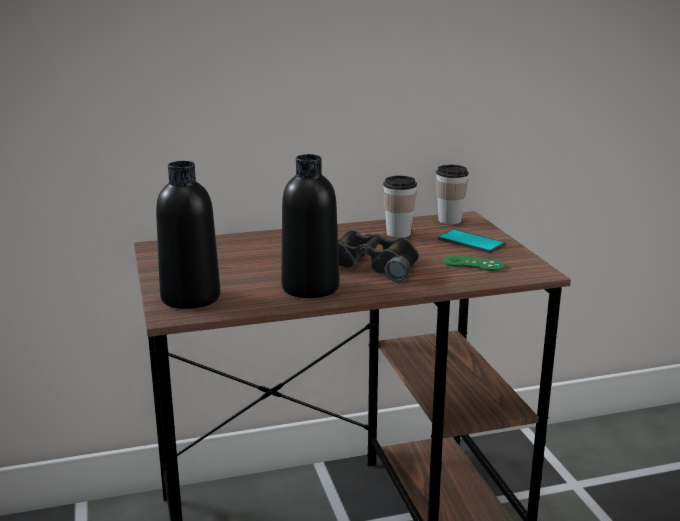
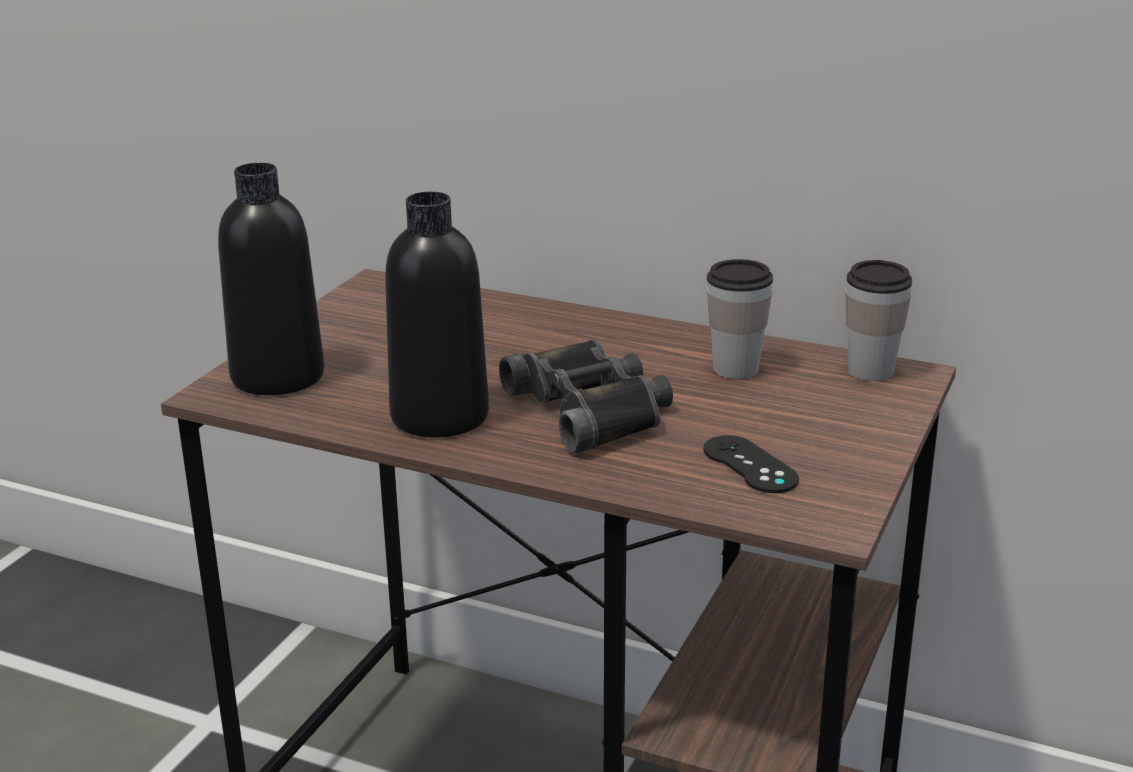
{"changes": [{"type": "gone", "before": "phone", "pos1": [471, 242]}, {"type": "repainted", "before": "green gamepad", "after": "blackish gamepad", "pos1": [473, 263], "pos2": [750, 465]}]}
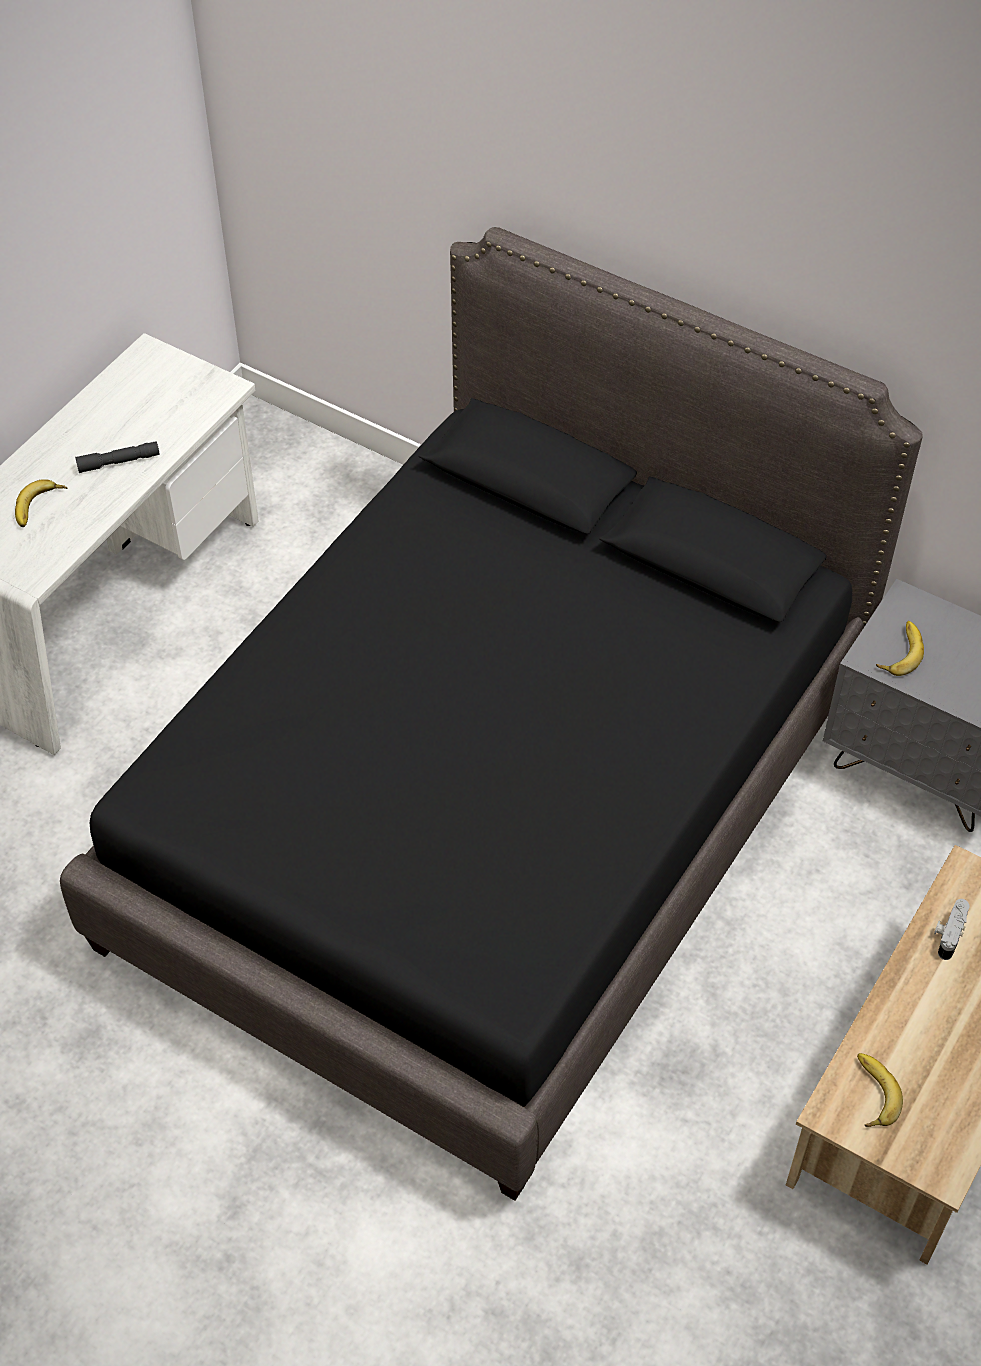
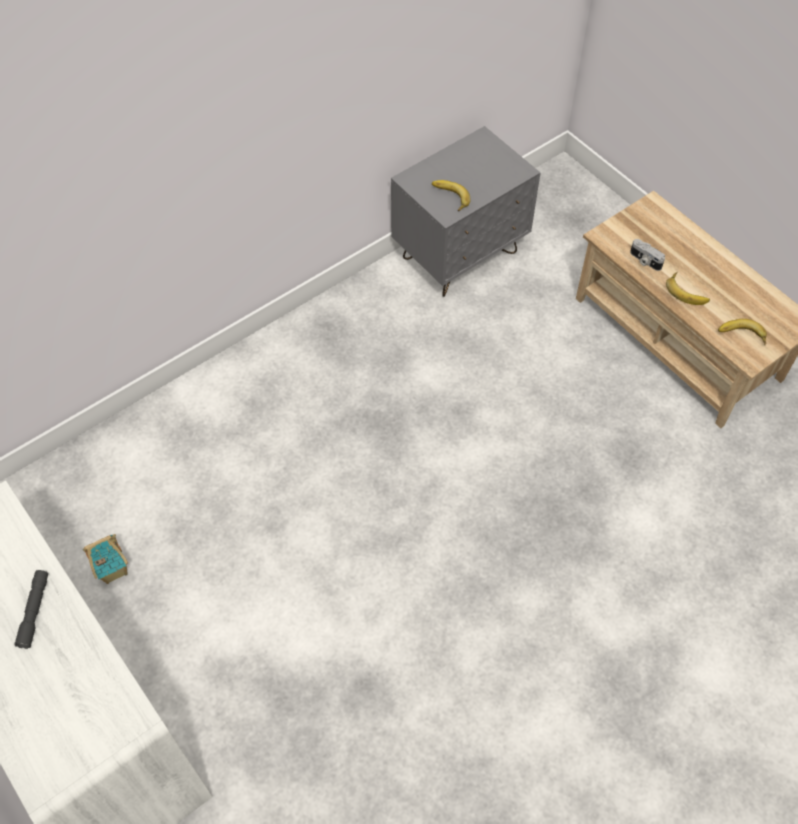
{"changes": [{"type": "gone", "before": "blackish sleeping bed", "pos1": [491, 812]}, {"type": "shifted", "before": "banana", "pos1": [40, 507], "pos2": [687, 291]}, {"type": "new", "after": "model house", "pos2": [112, 570]}]}
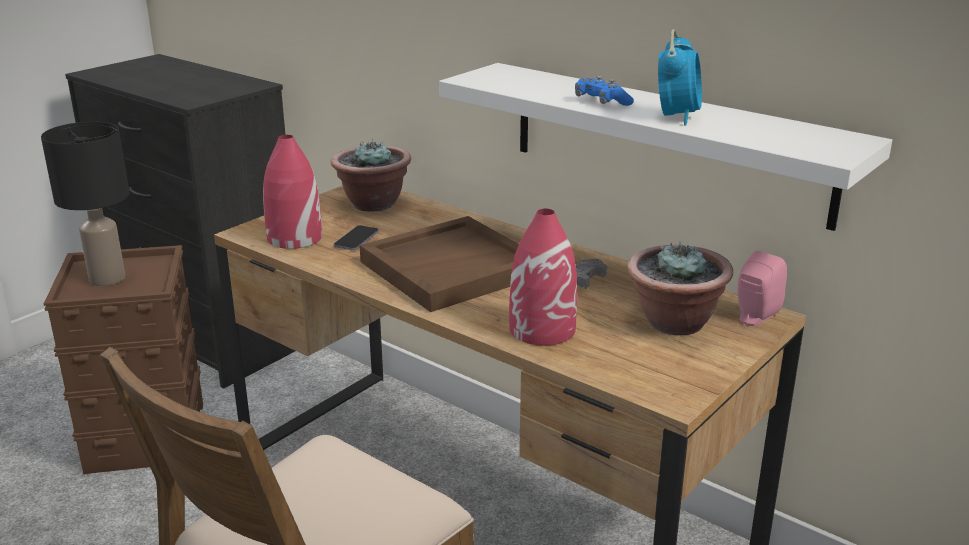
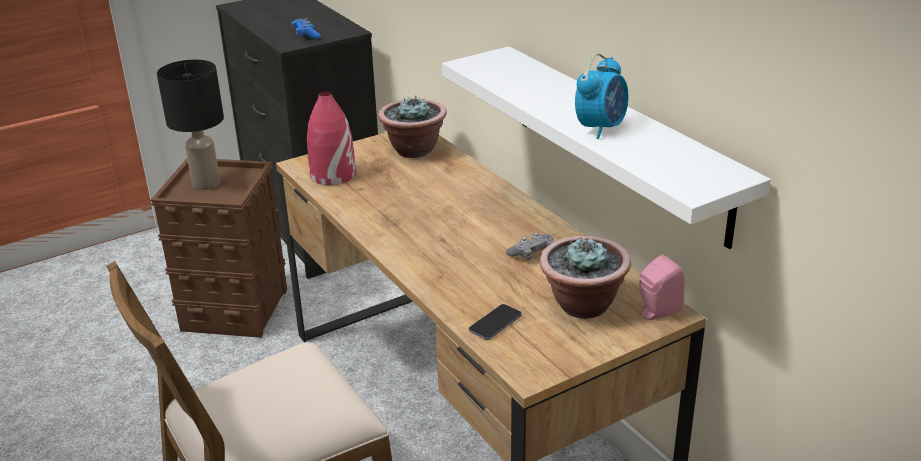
{"changes": [{"type": "shifted", "before": "bluish gamepad", "pos1": [601, 102], "pos2": [306, 35]}, {"type": "gone", "before": "red decorative vase", "pos1": [542, 329]}, {"type": "gone", "before": "brown-coloured tray", "pos1": [451, 267]}, {"type": "shifted", "before": "phone", "pos1": [356, 240], "pos2": [495, 323]}]}
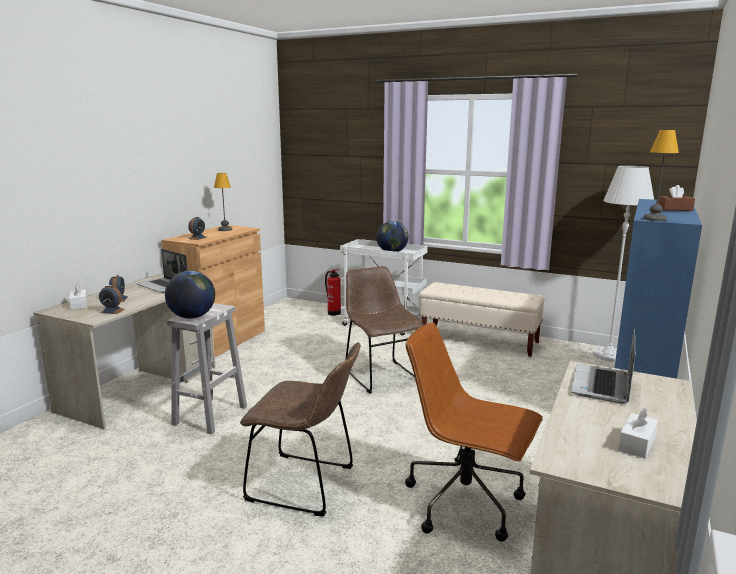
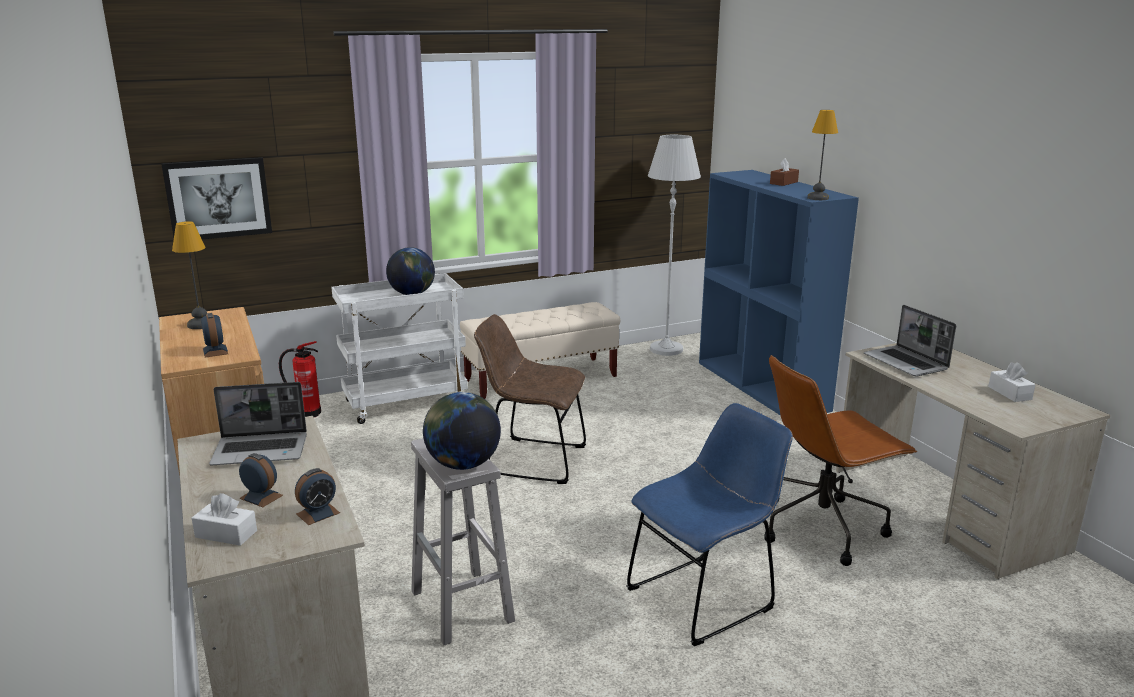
{"changes": [{"type": "repainted", "before": "brown-coloured upright chair", "after": "bluish upright chair", "pos1": [306, 485], "pos2": [705, 596]}, {"type": "new", "after": "wall picture", "pos2": [218, 198]}]}
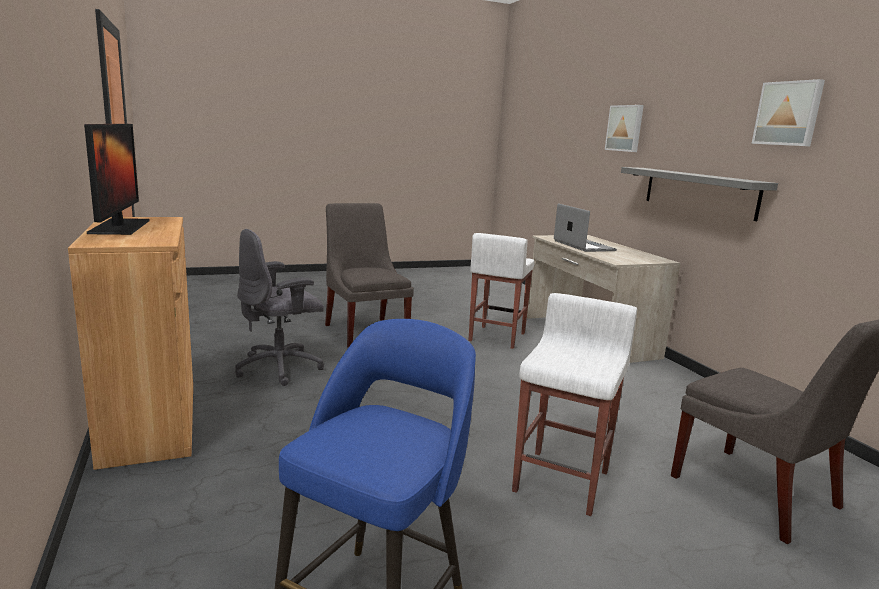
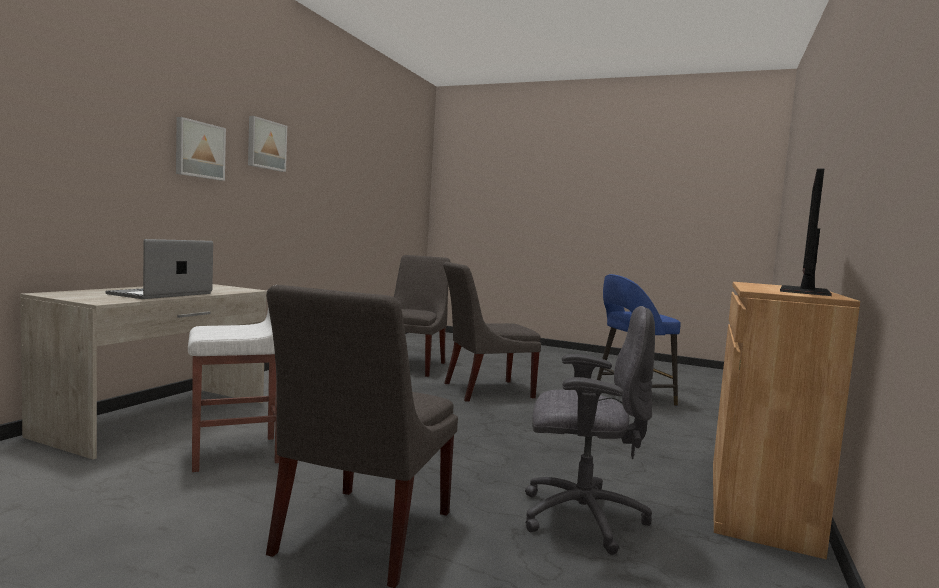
{"changes": [{"type": "shifted", "before": "wall picture", "pos1": [625, 128], "pos2": [199, 150]}, {"type": "gone", "before": "gray wall shelf", "pos1": [699, 192]}, {"type": "swapped", "before": "whitish stool seat", "after": "gray upright chair", "pos1": [562, 480], "pos2": [483, 390]}]}
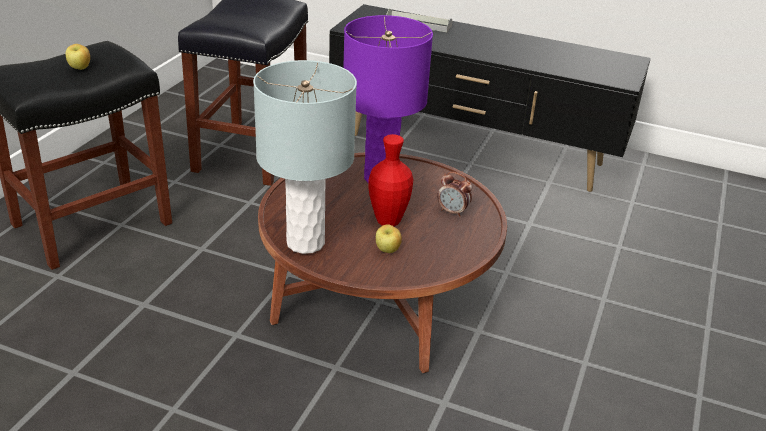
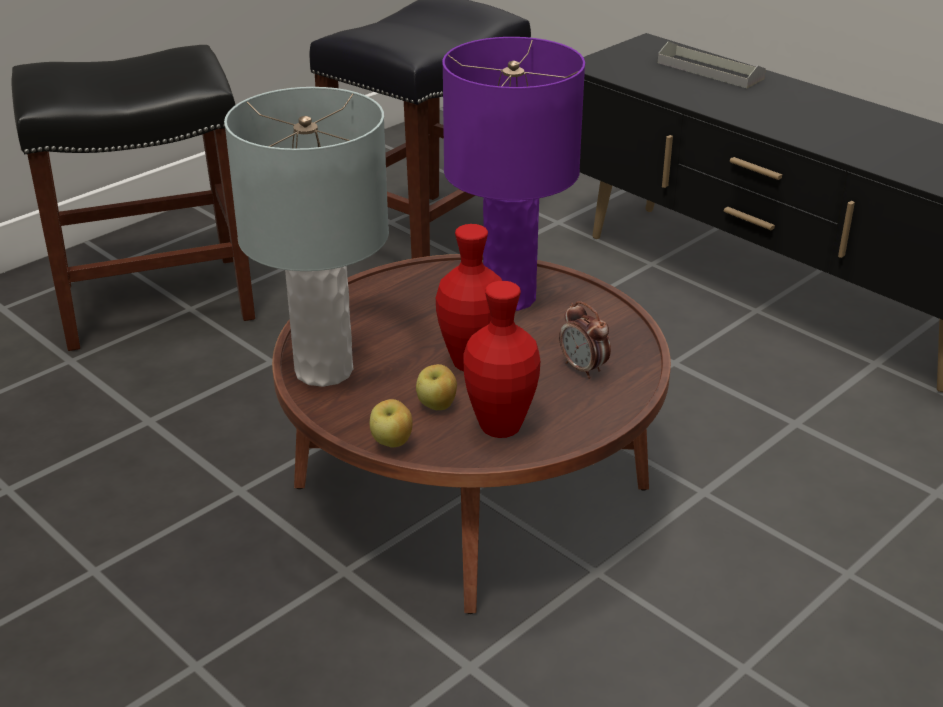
{"changes": [{"type": "shifted", "before": "apple", "pos1": [80, 68], "pos2": [392, 442]}, {"type": "new", "after": "red decorative vase", "pos2": [500, 427]}]}
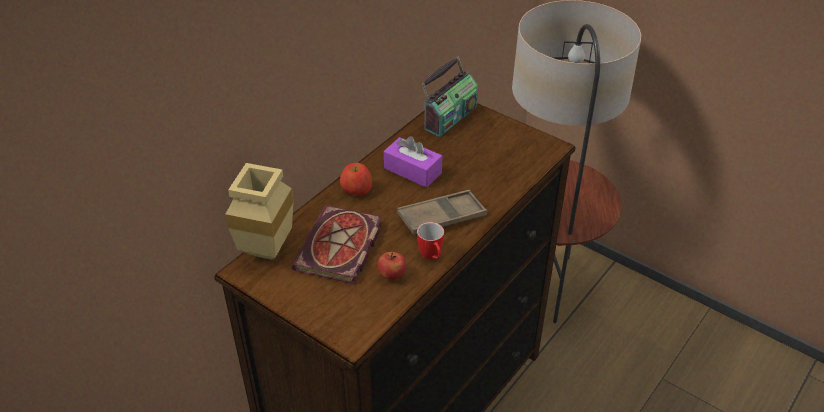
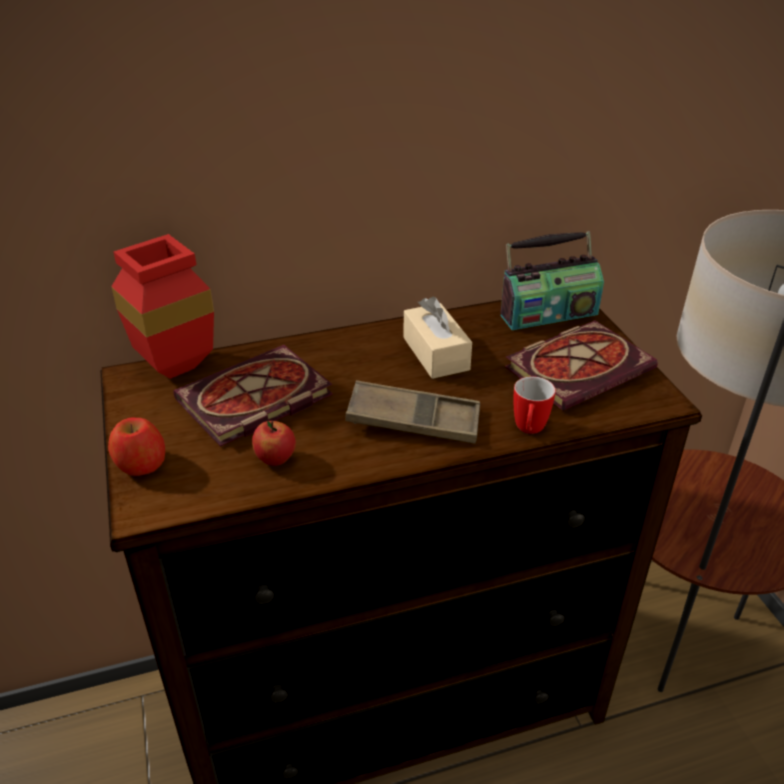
{"changes": [{"type": "repainted", "before": "purplish box of tissues", "after": "sand-coloured box of tissues", "pos1": [412, 170], "pos2": [436, 353]}, {"type": "repainted", "before": "sand-coloured decorative vase", "after": "red decorative vase", "pos1": [266, 248], "pos2": [178, 365]}, {"type": "shifted", "before": "apple", "pos1": [356, 189], "pos2": [141, 463]}, {"type": "shifted", "before": "coffee mug", "pos1": [432, 257], "pos2": [528, 431]}, {"type": "new", "after": "book", "pos2": [580, 367]}]}
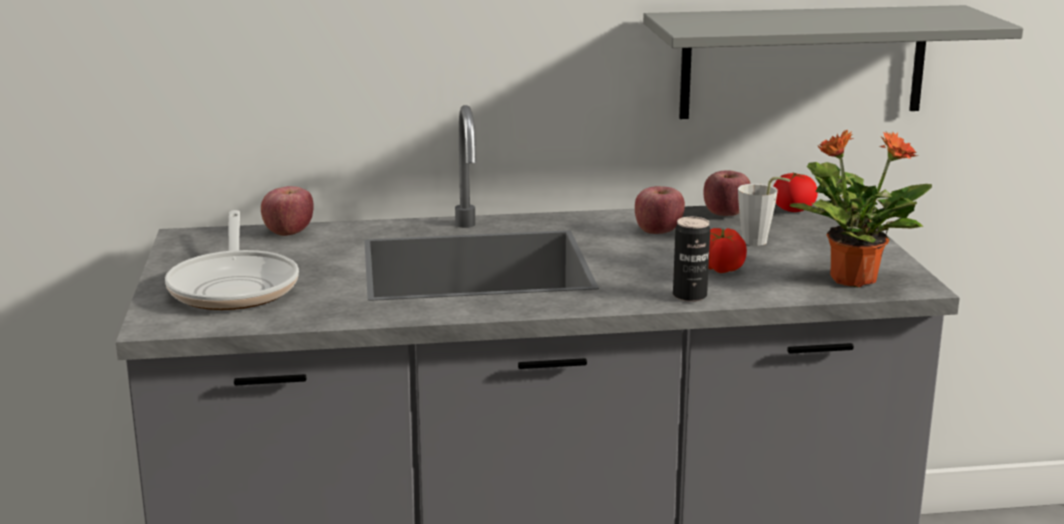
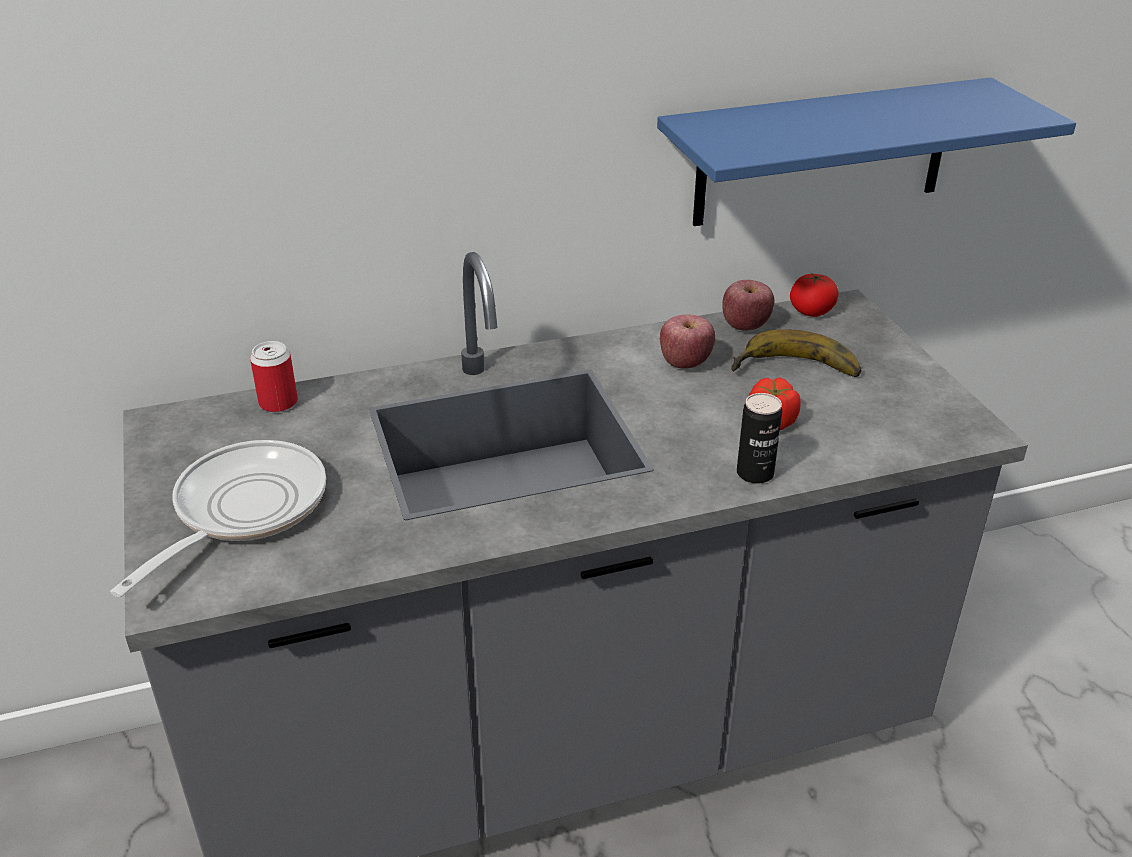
{"changes": [{"type": "repainted", "before": "gray wall shelf", "after": "bluish wall shelf", "pos1": [803, 62], "pos2": [823, 153]}, {"type": "gone", "before": "potted plant", "pos1": [851, 278]}, {"type": "swapped", "before": "gray drinking cup", "after": "banana", "pos1": [759, 243], "pos2": [796, 372]}, {"type": "swapped", "before": "apple", "after": "metal can", "pos1": [289, 232], "pos2": [278, 403]}, {"type": "rotated", "before": "frying pan", "pos1": [235, 286], "pos2": [242, 510], "turn": -135}]}
